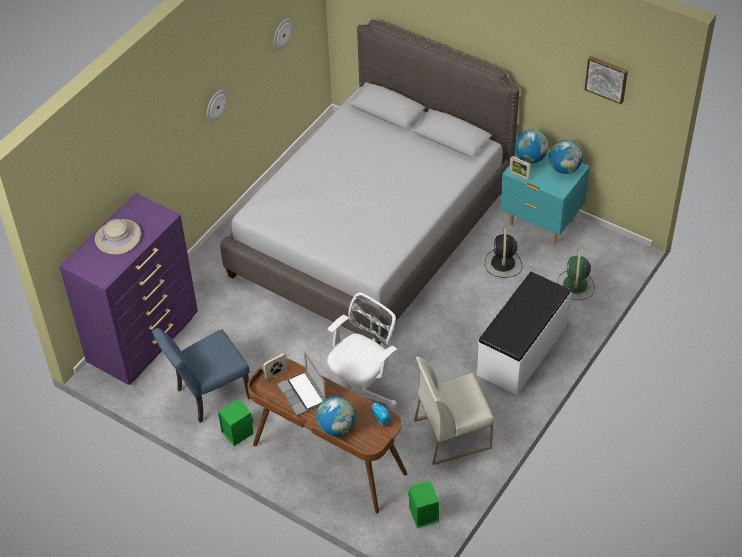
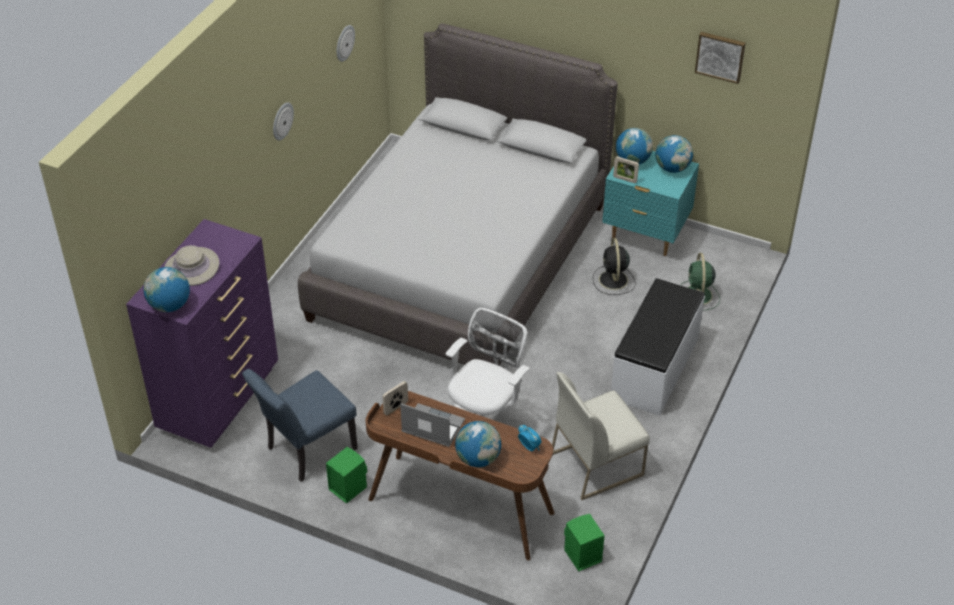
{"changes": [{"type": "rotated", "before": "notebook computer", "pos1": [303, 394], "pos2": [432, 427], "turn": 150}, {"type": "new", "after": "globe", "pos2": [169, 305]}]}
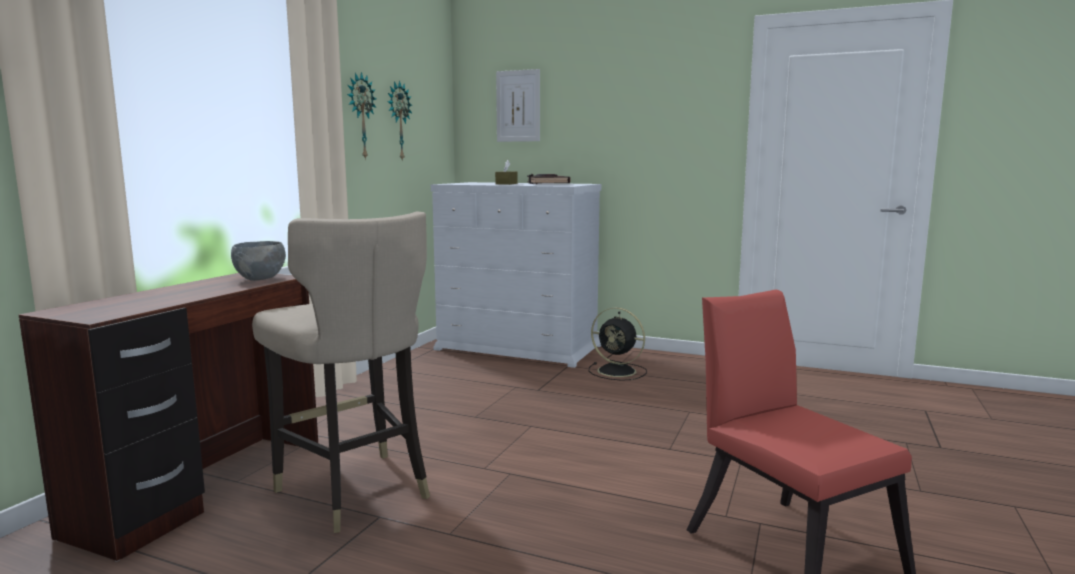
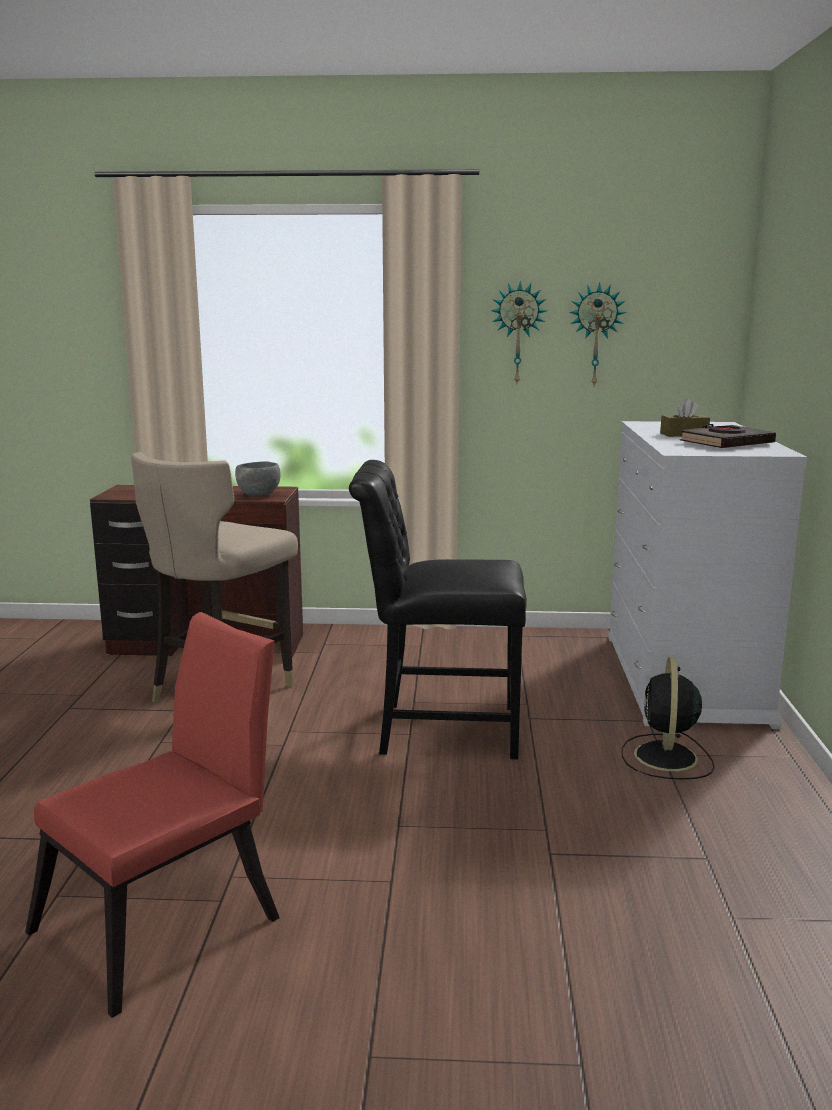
{"changes": [{"type": "gone", "before": "wall picture", "pos1": [518, 106]}, {"type": "new", "after": "blackish upright chair", "pos2": [439, 729]}]}
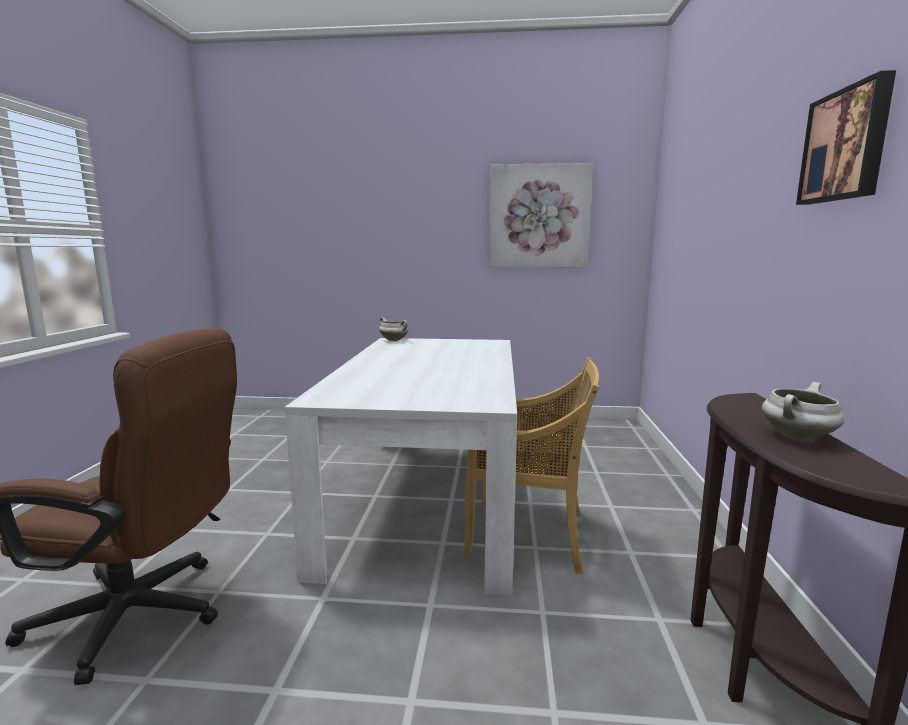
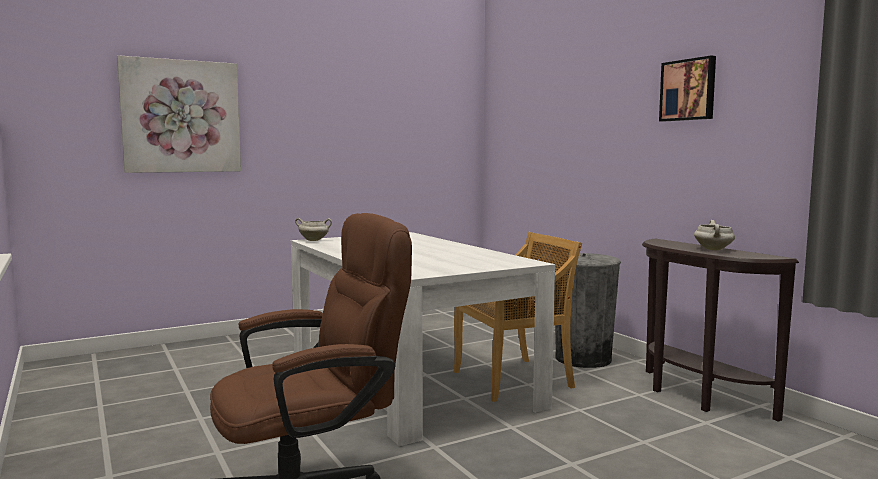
{"changes": [{"type": "shifted", "before": "wall picture", "pos1": [539, 216], "pos2": [181, 116]}, {"type": "new", "after": "gray trash can", "pos2": [583, 358]}]}
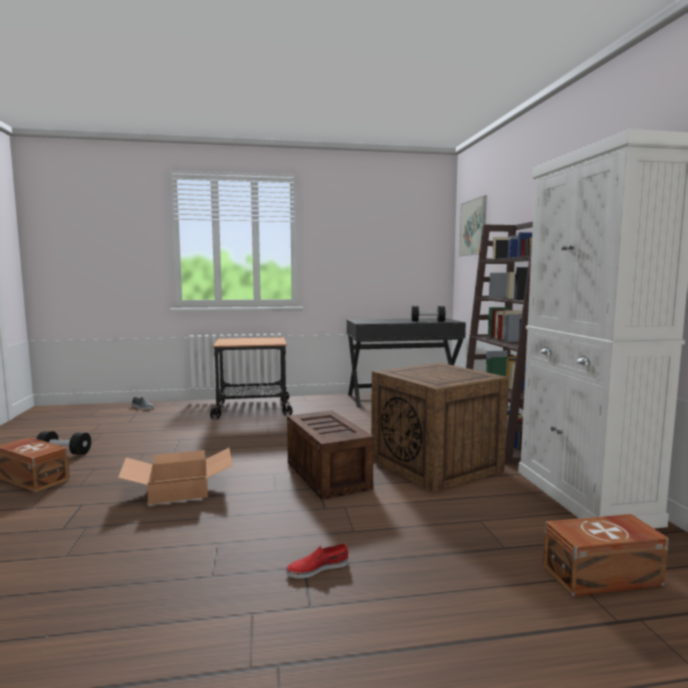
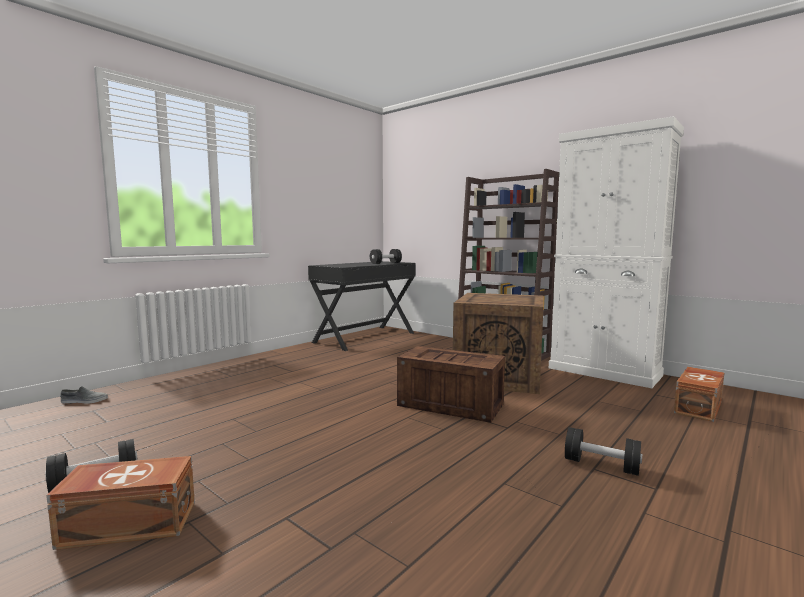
{"changes": [{"type": "gone", "before": "wall picture", "pos1": [473, 227]}, {"type": "gone", "before": "trolley", "pos1": [252, 409]}, {"type": "gone", "before": "packing box", "pos1": [180, 488]}, {"type": "swapped", "before": "red shoe", "after": "blackish hand weight", "pos1": [317, 568], "pos2": [601, 465]}]}
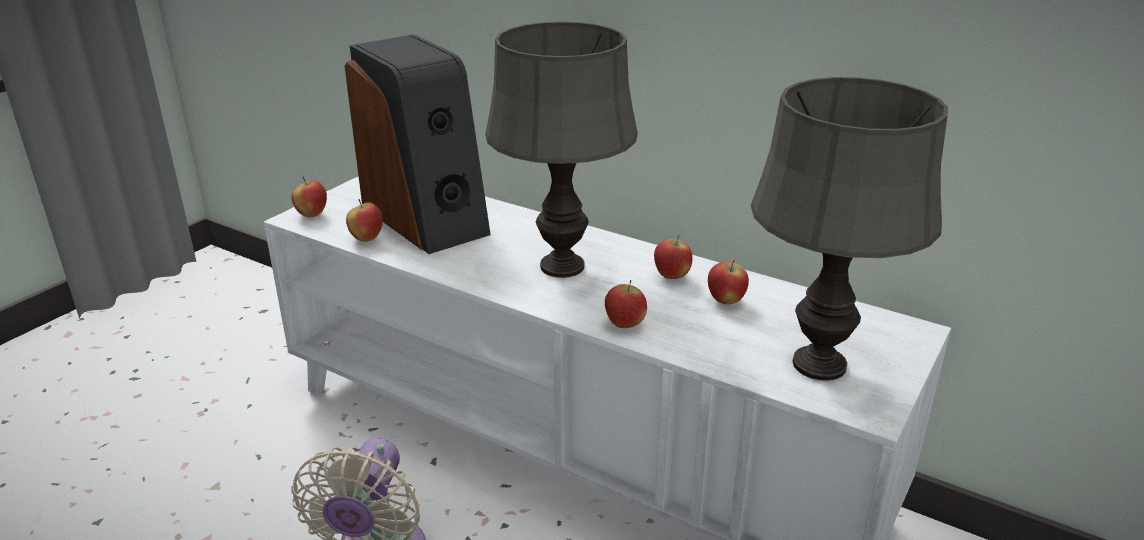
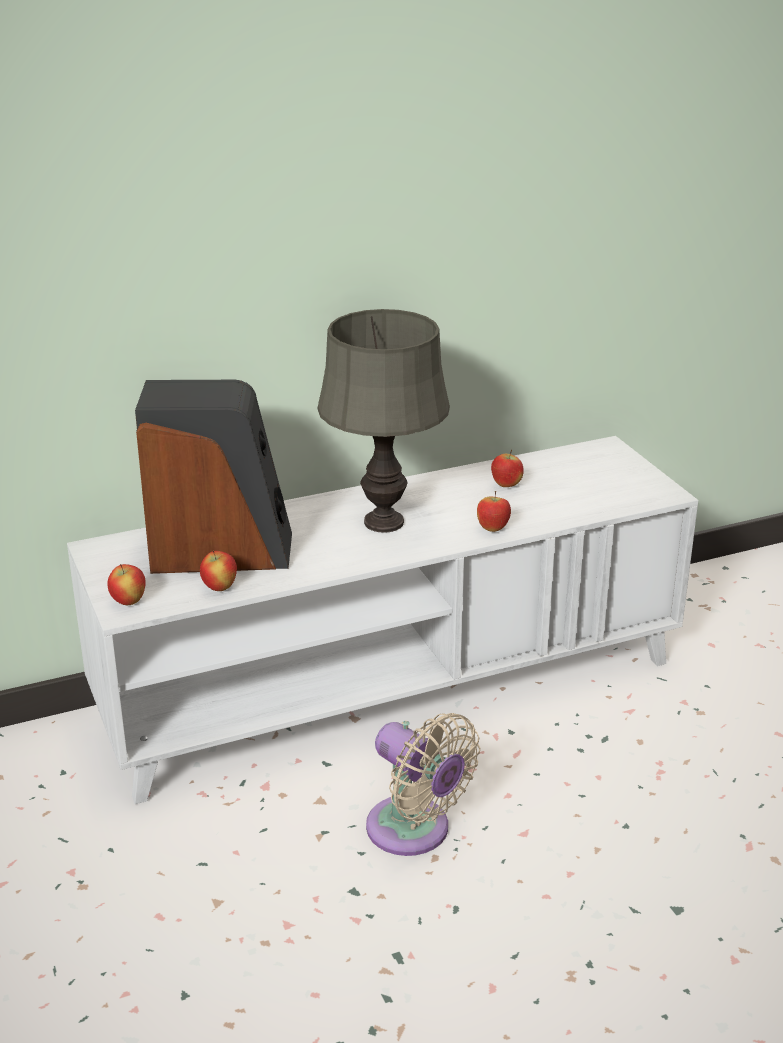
{"changes": [{"type": "gone", "before": "gray tabletop lamp", "pos1": [819, 364]}, {"type": "gone", "before": "apple", "pos1": [671, 276]}]}
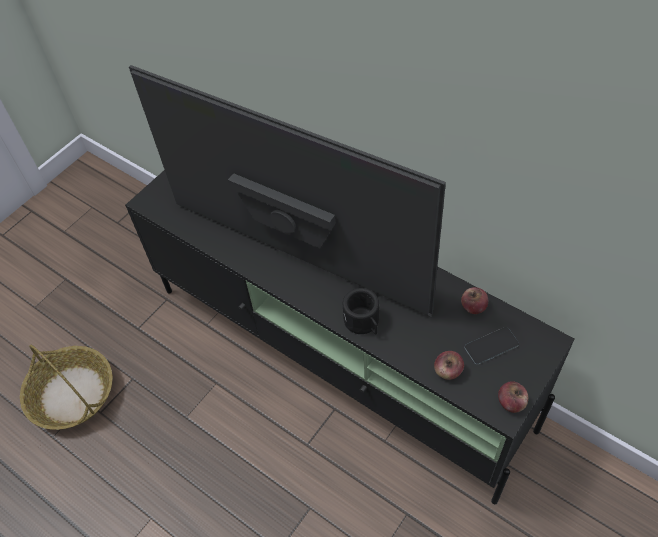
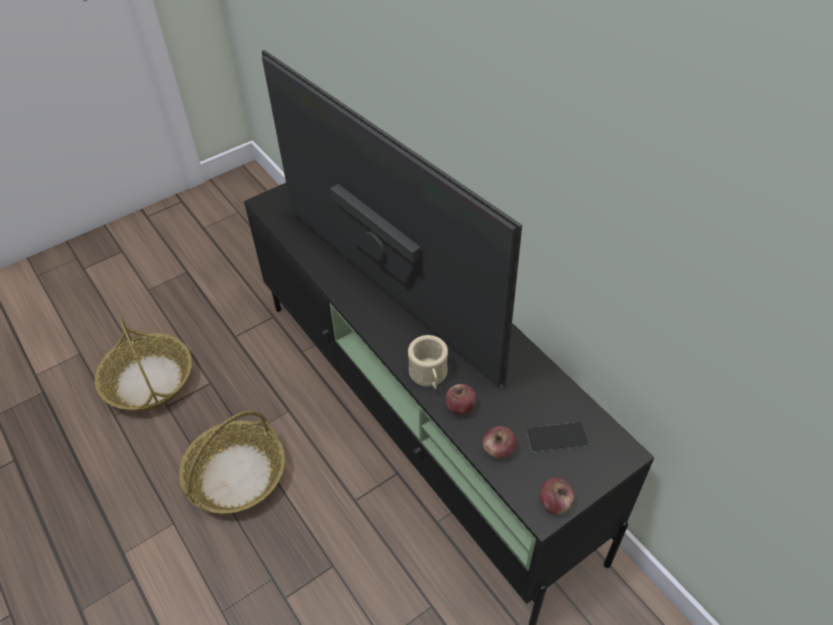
{"changes": [{"type": "shifted", "before": "apple", "pos1": [473, 307], "pos2": [460, 406]}, {"type": "repainted", "before": "blackish coffee mug", "after": "sand-coloured coffee mug", "pos1": [363, 323], "pos2": [429, 375]}, {"type": "new", "after": "basket", "pos2": [236, 475]}]}
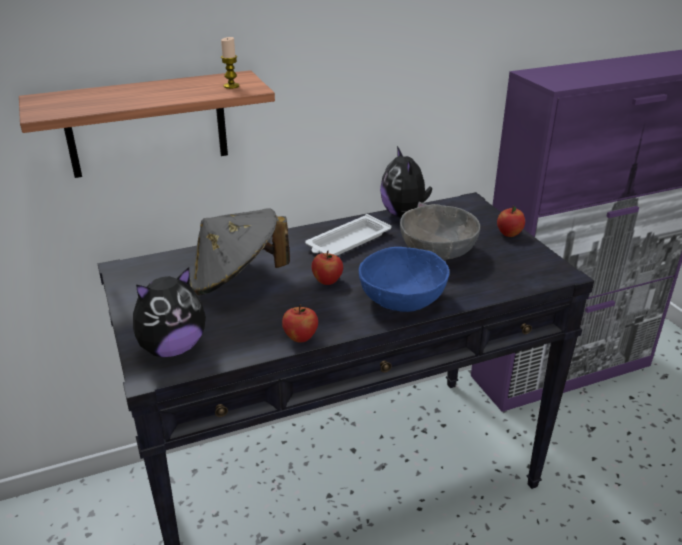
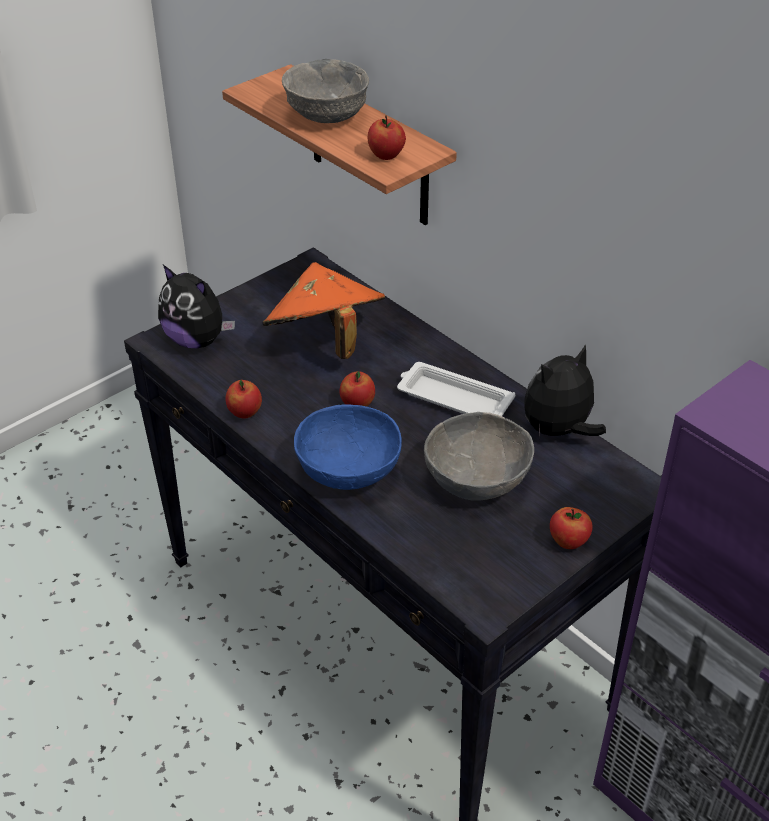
{"changes": [{"type": "swapped", "before": "wax candle", "after": "apple", "pos1": [231, 86], "pos2": [386, 155]}, {"type": "repainted", "before": "gray hat", "after": "orange-coloured hat", "pos1": [237, 281], "pos2": [325, 342]}, {"type": "new", "after": "gray bowl", "pos2": [326, 115]}]}
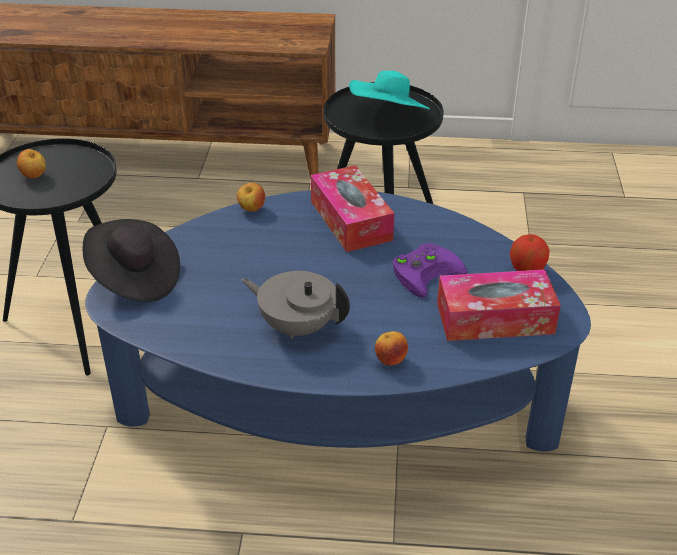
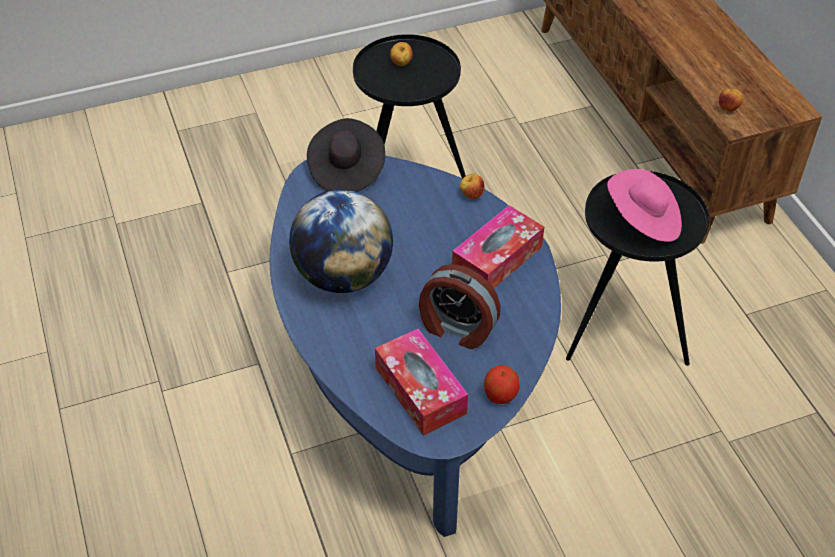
{"changes": [{"type": "repainted", "before": "turquoise hat", "after": "pink-coloured hat", "pos1": [389, 116], "pos2": [643, 220]}, {"type": "swapped", "before": "purplish gamepad", "after": "alarm clock", "pos1": [426, 271], "pos2": [457, 329]}, {"type": "swapped", "before": "gray tea pot", "after": "globe", "pos1": [297, 326], "pos2": [343, 276]}, {"type": "shifted", "before": "apple", "pos1": [390, 360], "pos2": [728, 109]}]}
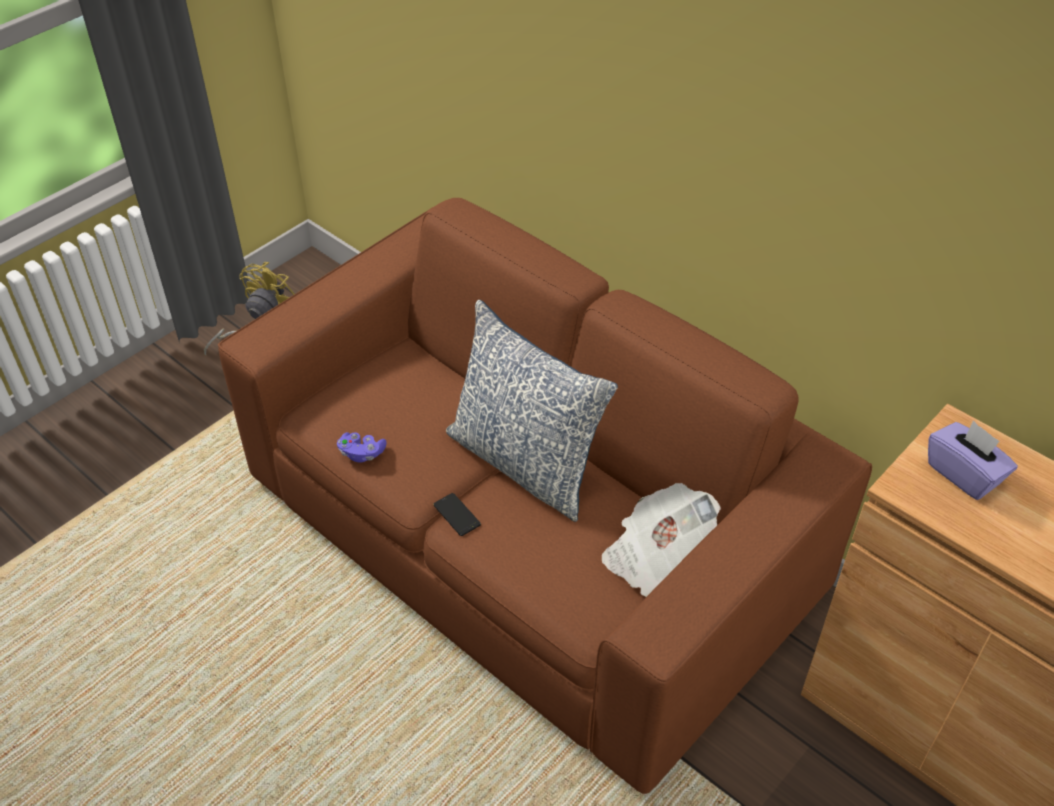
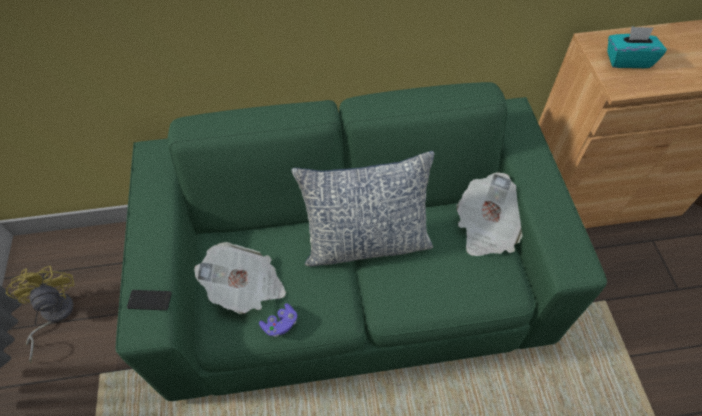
{"changes": [{"type": "repainted", "before": "brown-coloured sofa", "after": "green sofa", "pos1": [529, 536], "pos2": [352, 279]}, {"type": "repainted", "before": "purplish box of tissues", "after": "turquoise box of tissues", "pos1": [964, 474], "pos2": [627, 60]}, {"type": "shifted", "before": "phone", "pos1": [456, 515], "pos2": [149, 300]}, {"type": "new", "after": "printed paper", "pos2": [246, 287]}]}
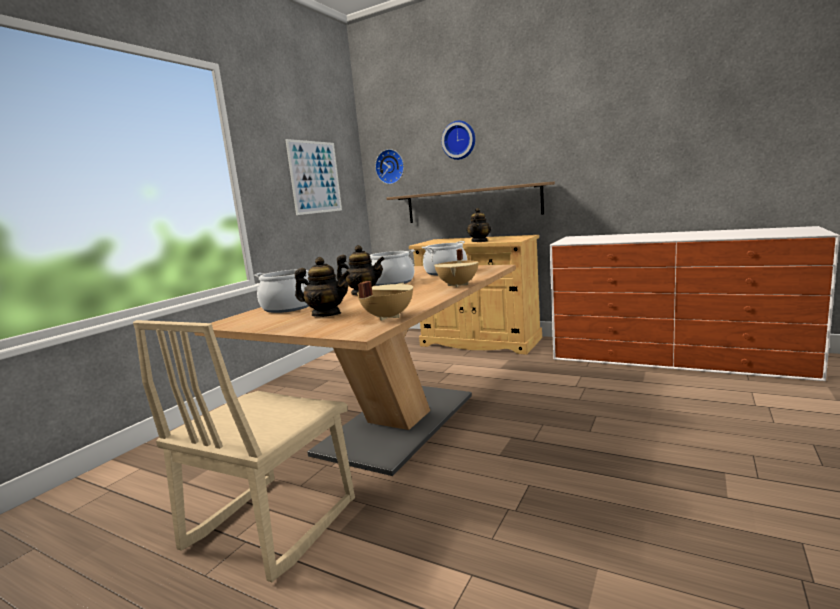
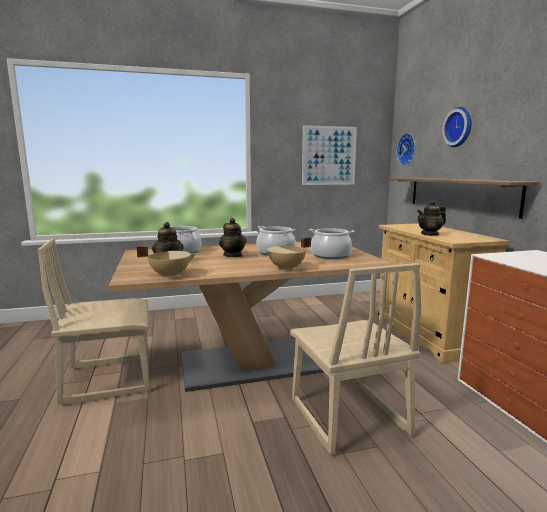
{"changes": [{"type": "new", "after": "sand-coloured upright chair", "pos2": [347, 417]}]}
